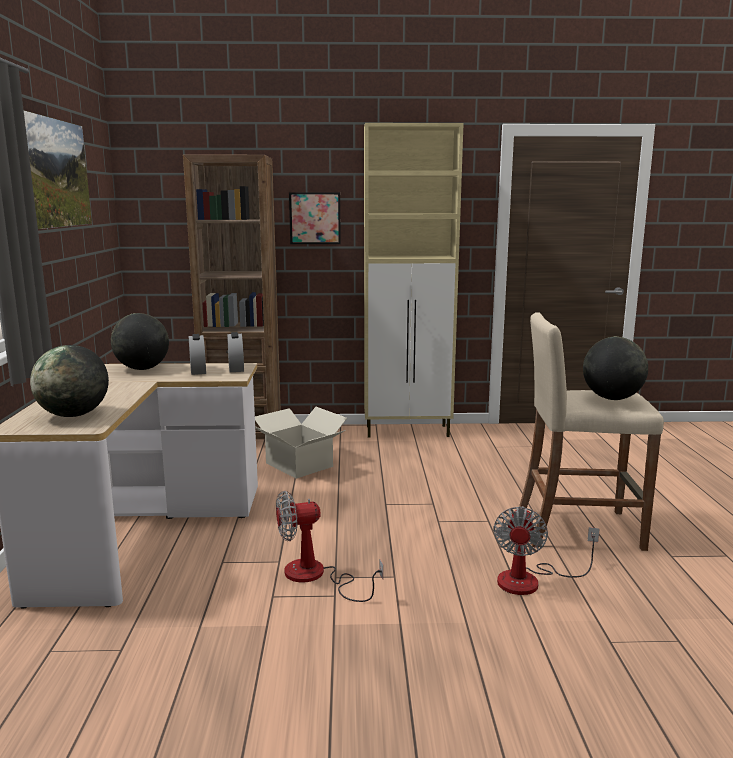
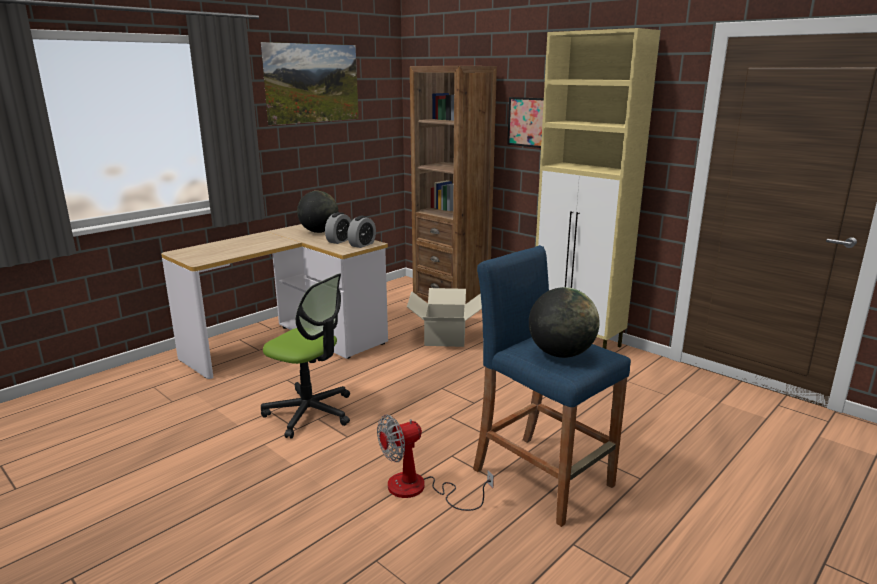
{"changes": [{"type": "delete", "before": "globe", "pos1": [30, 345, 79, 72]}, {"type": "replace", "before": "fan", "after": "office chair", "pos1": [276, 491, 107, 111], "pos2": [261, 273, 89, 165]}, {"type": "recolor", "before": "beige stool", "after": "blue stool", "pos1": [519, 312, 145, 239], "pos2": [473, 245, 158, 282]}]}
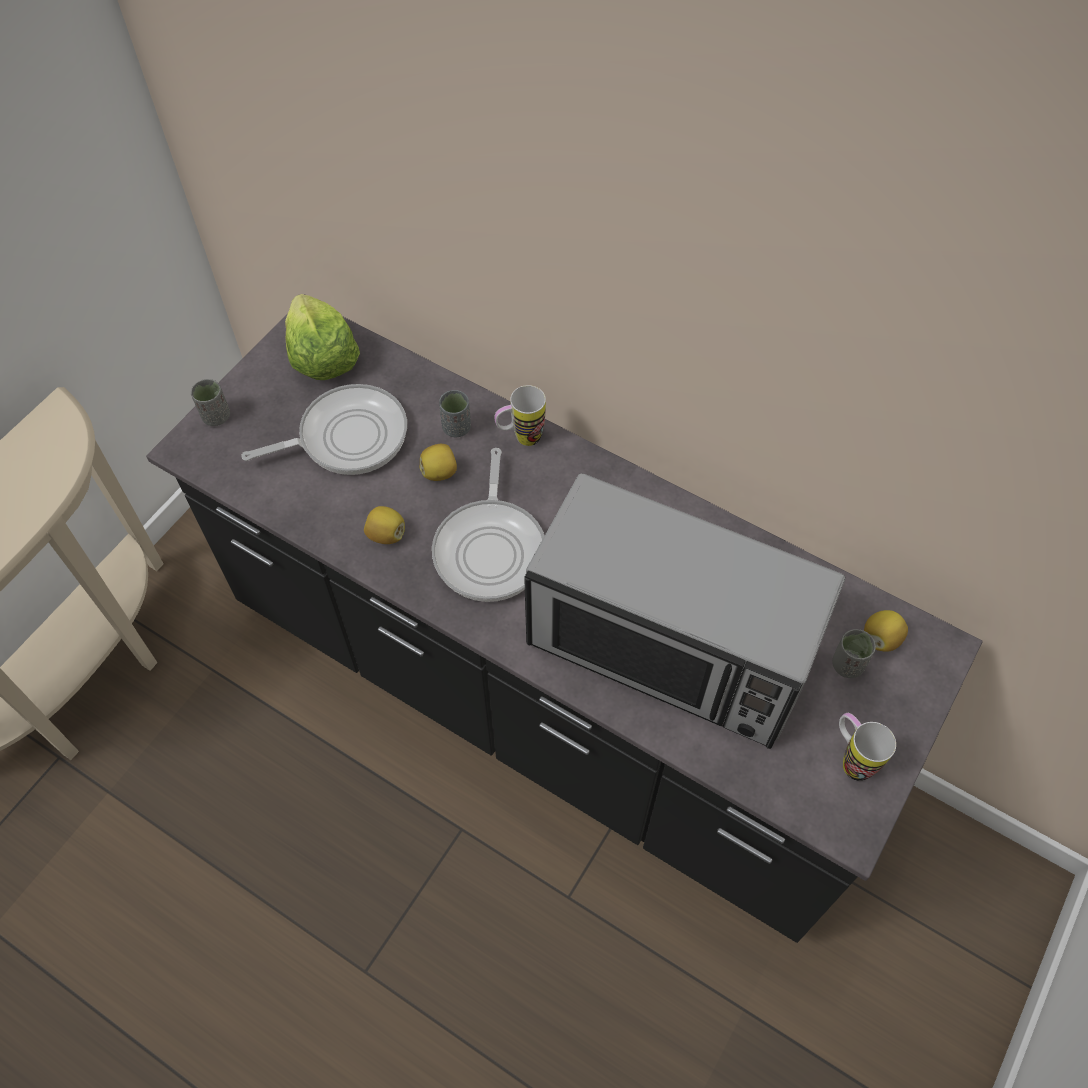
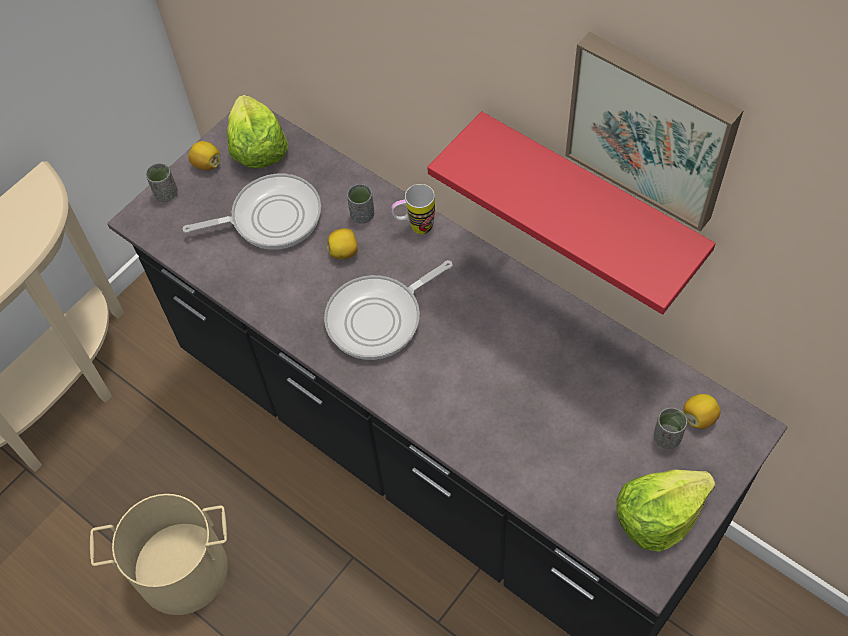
{"changes": [{"type": "delete", "before": "microwave", "pos1": [524, 473, 321, 276]}, {"type": "insert", "after": "beige bucket", "pos2": [90, 494, 138, 121]}, {"type": "insert", "after": "red shelf", "pos2": [427, 111, 289, 204]}, {"type": "insert", "after": "picture", "pos2": [565, 32, 179, 199]}, {"type": "move", "before": "lemon", "pos1": [364, 506, 41, 38], "pos2": [188, 141, 32, 29]}, {"type": "replace", "before": "mug", "after": "lettuce", "pos1": [839, 713, 57, 68], "pos2": [616, 469, 100, 83]}, {"type": "rotate", "before": "frying pan", "pos1": [432, 448, 112, 154], "pos2": [324, 260, 129, 100], "turn": 45}]}
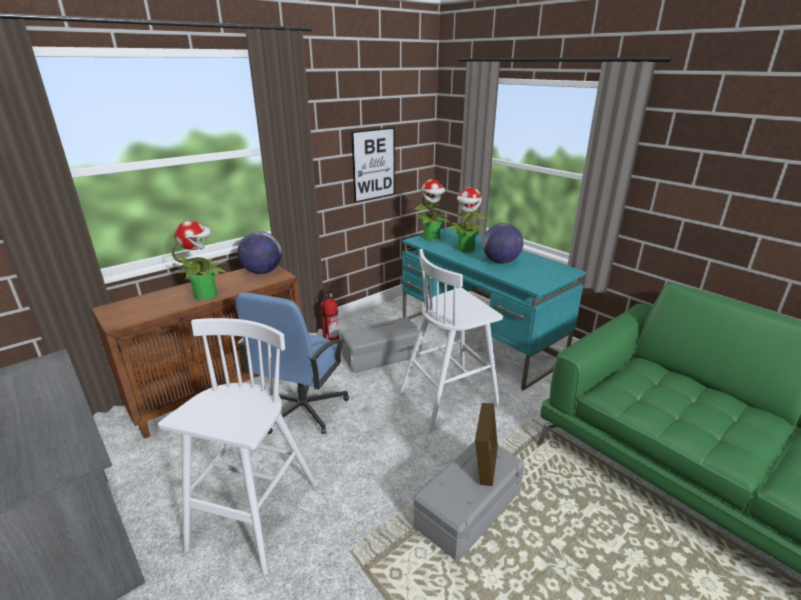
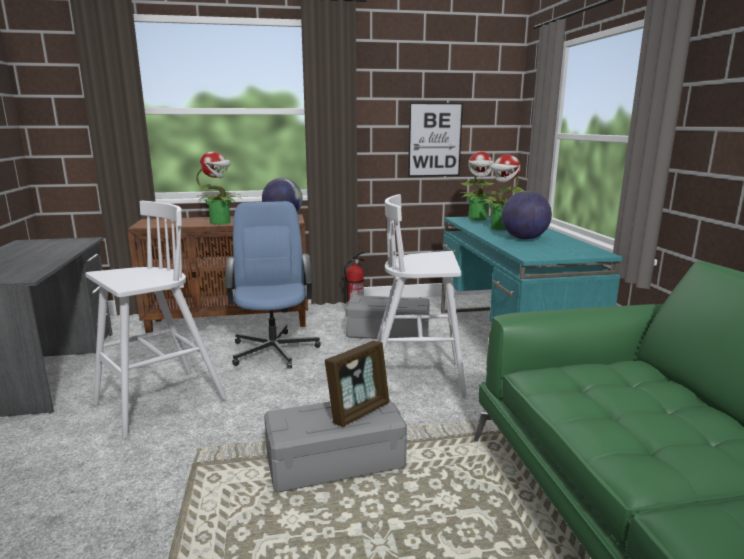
{"changes": [{"type": "rotate", "before": "blue office chair", "pos1": [236, 293, 113, 141], "pos2": [224, 201, 97, 168], "turn": 120}]}
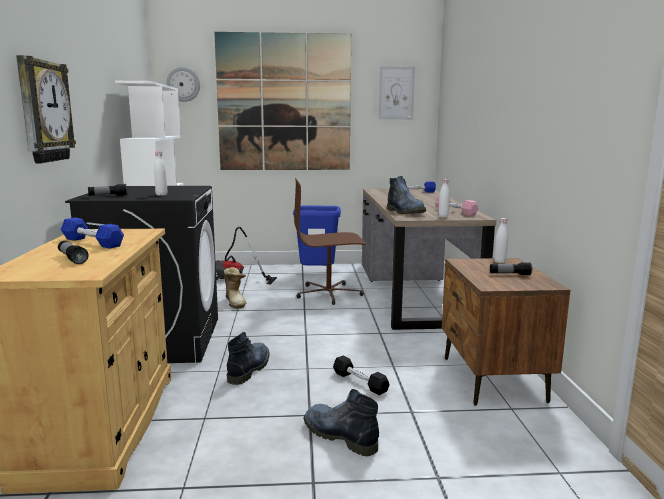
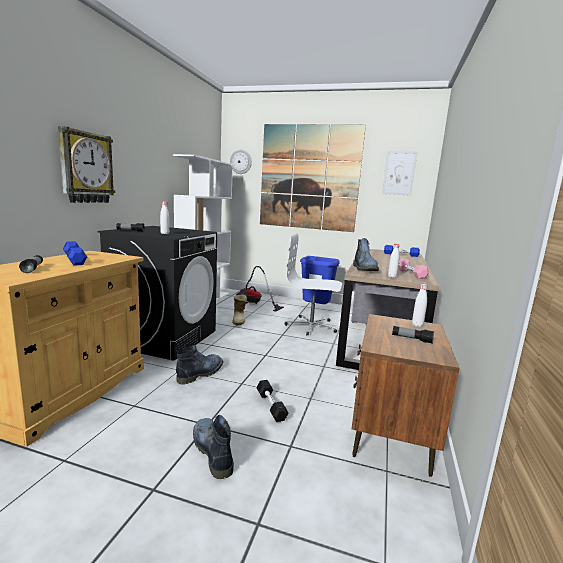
{"changes": [{"type": "recolor", "before": "brown office chair", "after": "white office chair", "pos1": [294, 178, 72, 127], "pos2": [285, 233, 57, 102]}]}
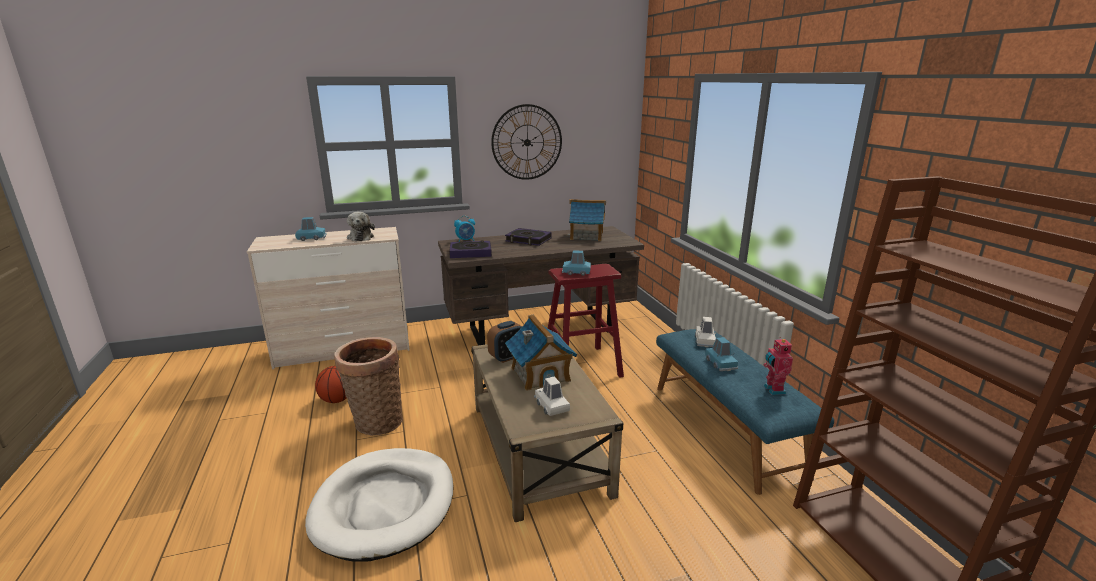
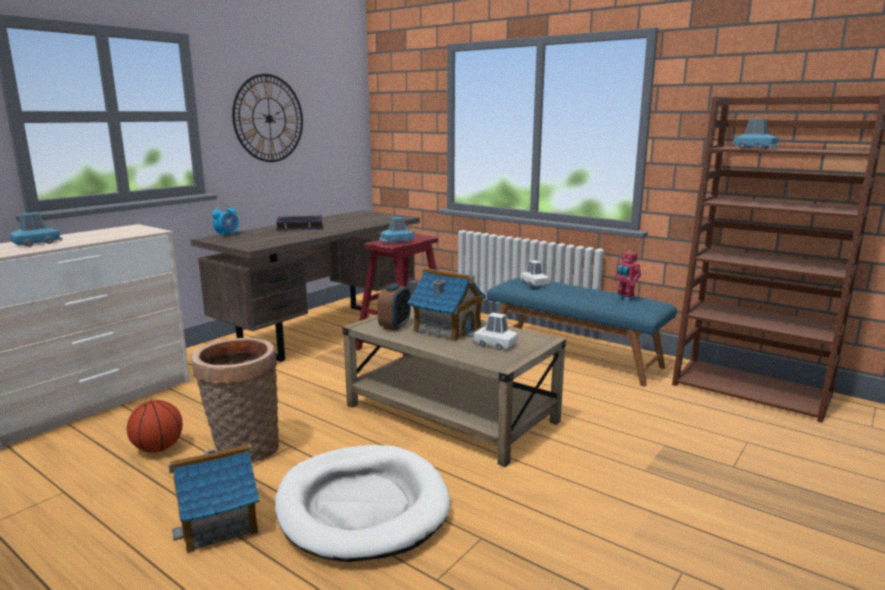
{"changes": [{"type": "delete", "before": "plush toy", "pos1": [347, 212, 28, 30]}, {"type": "delete", "before": "book", "pos1": [449, 240, 43, 18]}, {"type": "move", "before": "toy house", "pos1": [567, 199, 39, 42], "pos2": [168, 444, 91, 109]}, {"type": "move", "before": "blue toy car", "pos1": [705, 337, 33, 34], "pos2": [734, 119, 45, 30]}]}
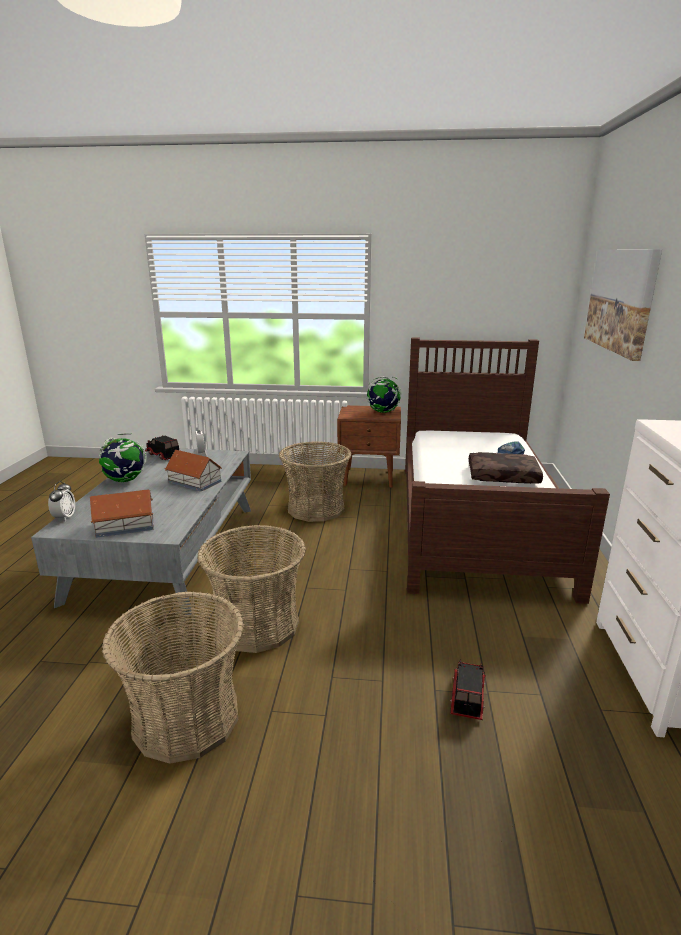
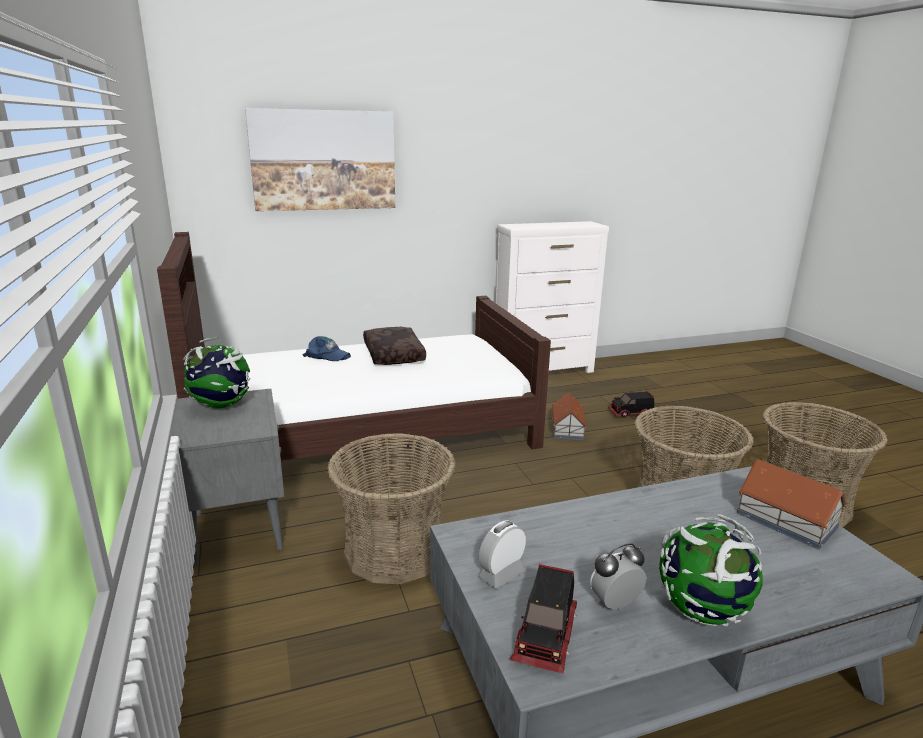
{"changes": [{"type": "move", "before": "alarm clock", "pos1": [48, 481, 27, 40], "pos2": [590, 543, 56, 66]}, {"type": "move", "before": "toy house", "pos1": [165, 450, 57, 42], "pos2": [551, 392, 36, 48]}, {"type": "recolor", "before": "brown nightstand", "after": "grey nightstand", "pos1": [337, 405, 64, 83], "pos2": [171, 389, 113, 177]}]}
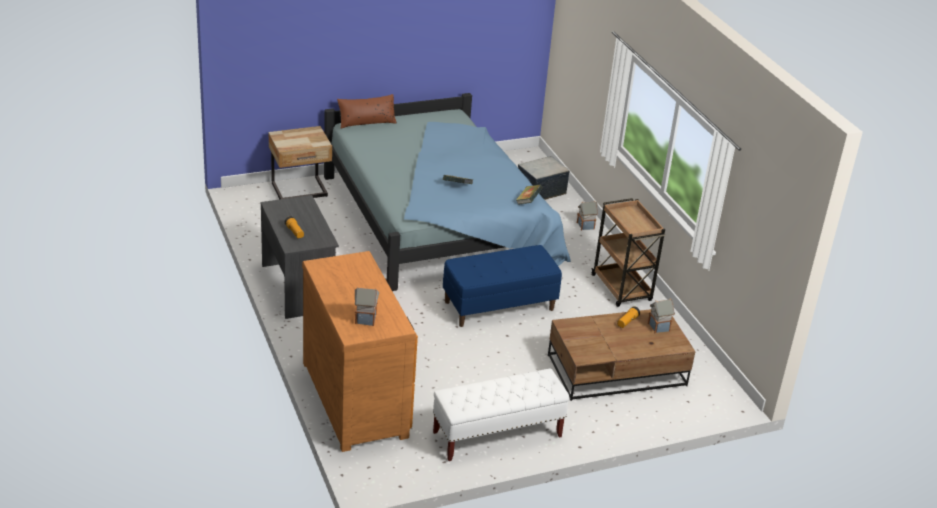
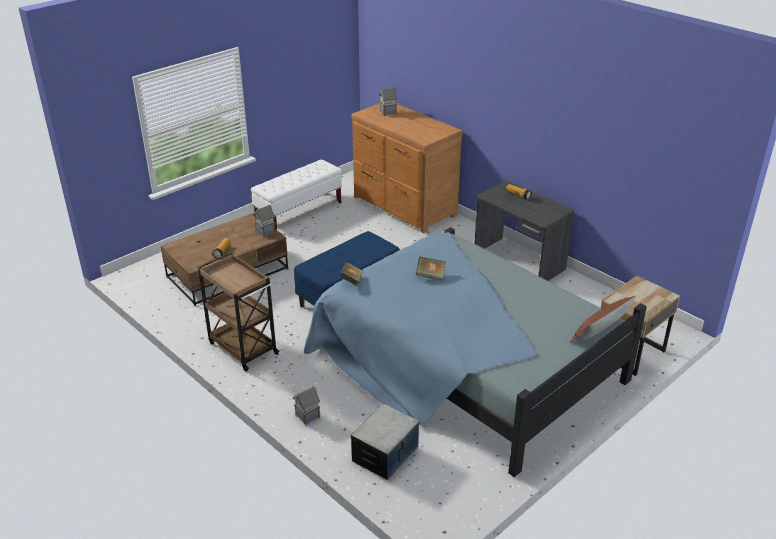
{"changes": [{"type": "move", "before": "toy house", "pos1": [647, 298, 28, 35], "pos2": [253, 205, 23, 32]}]}
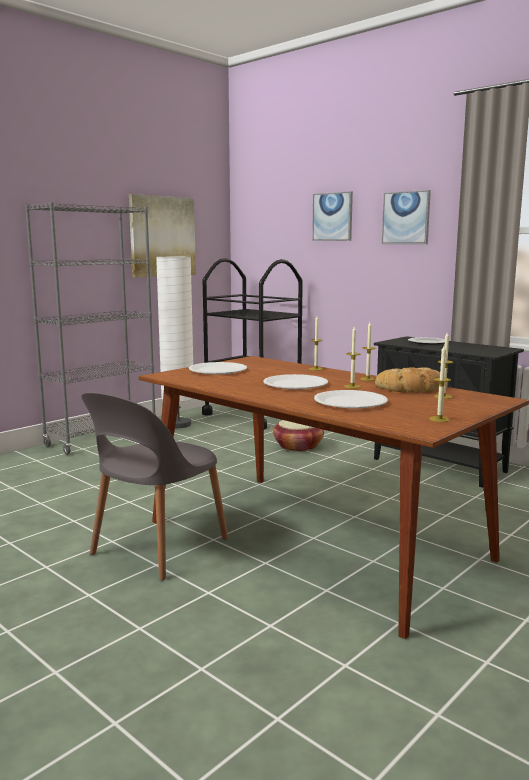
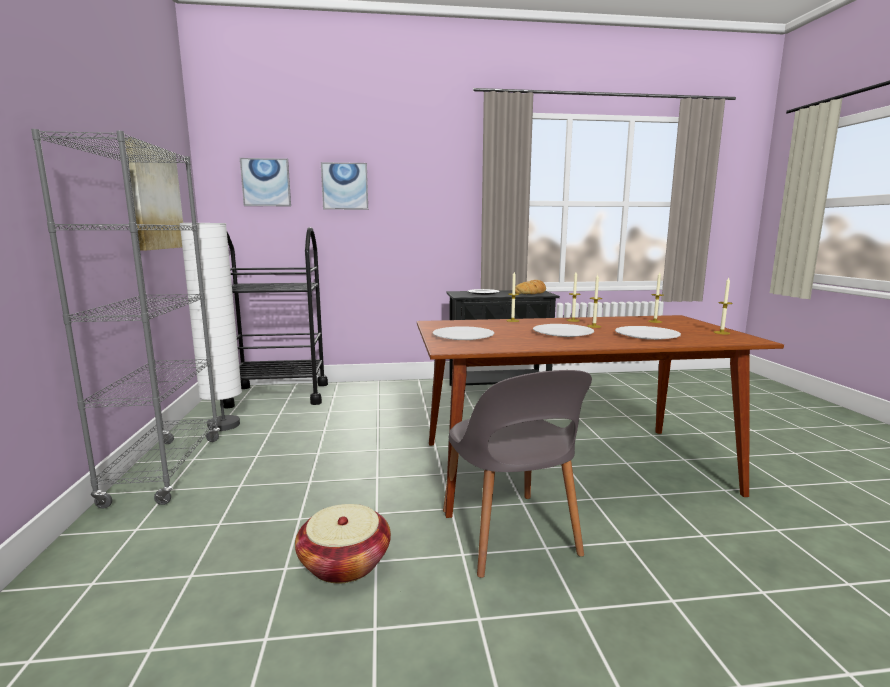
{"changes": [{"type": "move", "before": "basket", "pos1": [273, 420, 51, 32], "pos2": [295, 504, 96, 79]}, {"type": "move", "before": "bread", "pos1": [375, 367, 73, 26], "pos2": [515, 280, 31, 14]}, {"type": "move", "before": "picture", "pos1": [382, 190, 49, 54], "pos2": [240, 158, 51, 48]}]}
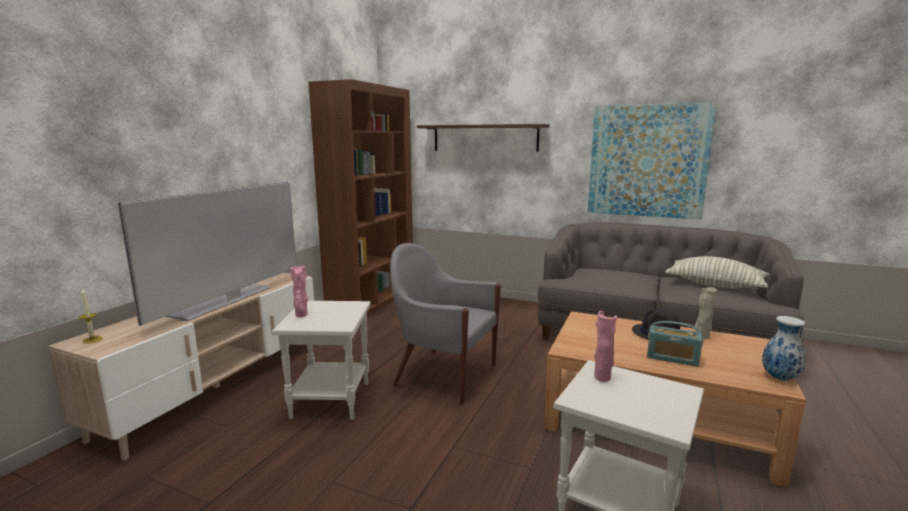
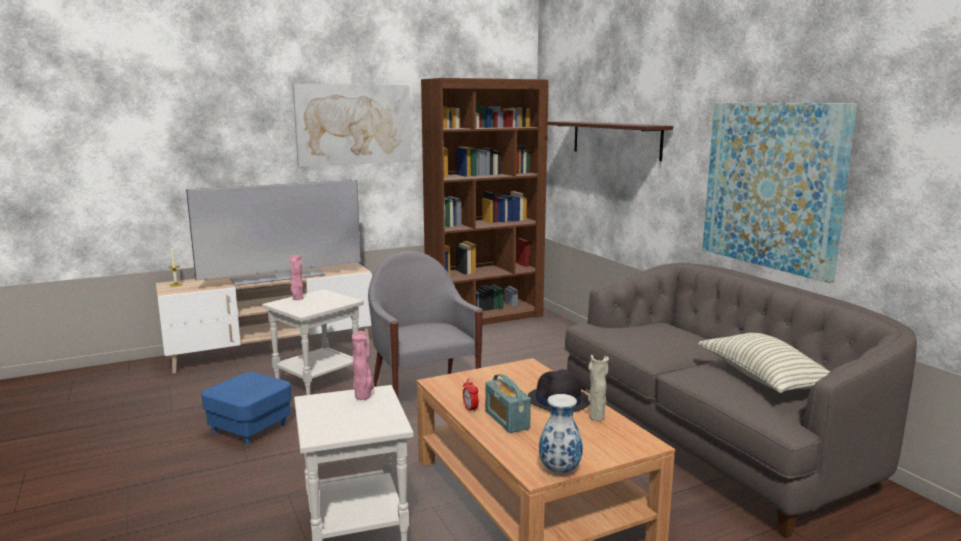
{"changes": [{"type": "insert", "after": "blue ottoman", "pos2": [201, 372, 91, 73]}, {"type": "insert", "after": "picture", "pos2": [293, 84, 118, 83]}, {"type": "insert", "after": "alarm clock", "pos2": [463, 378, 16, 35]}]}
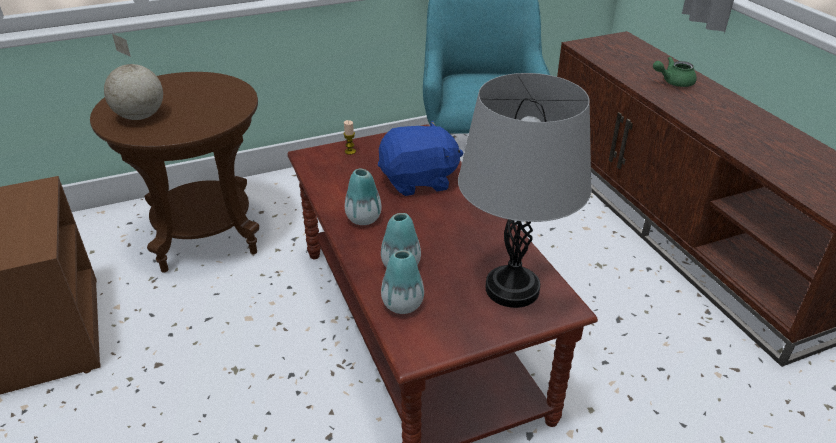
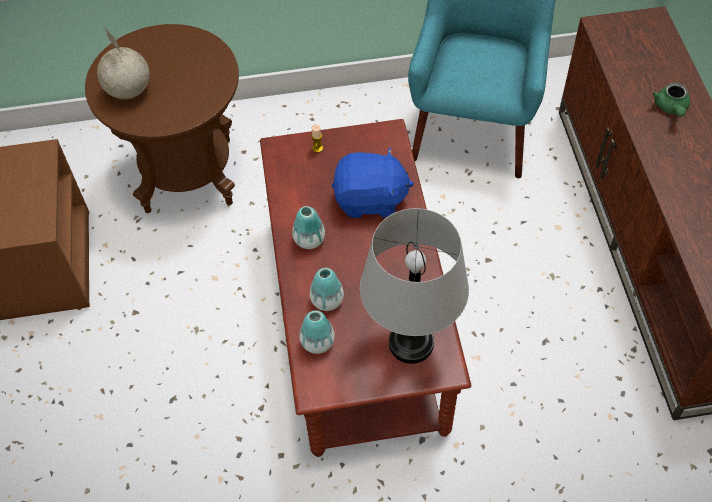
{"changes": [{"type": "rotate", "before": "green teapot", "pos1": [653, 57, 44, 30], "pos2": [652, 83, 38, 34], "turn": -90}]}
